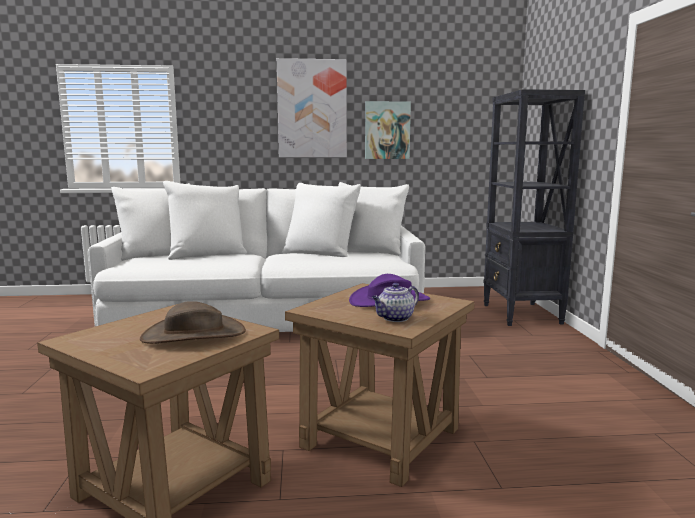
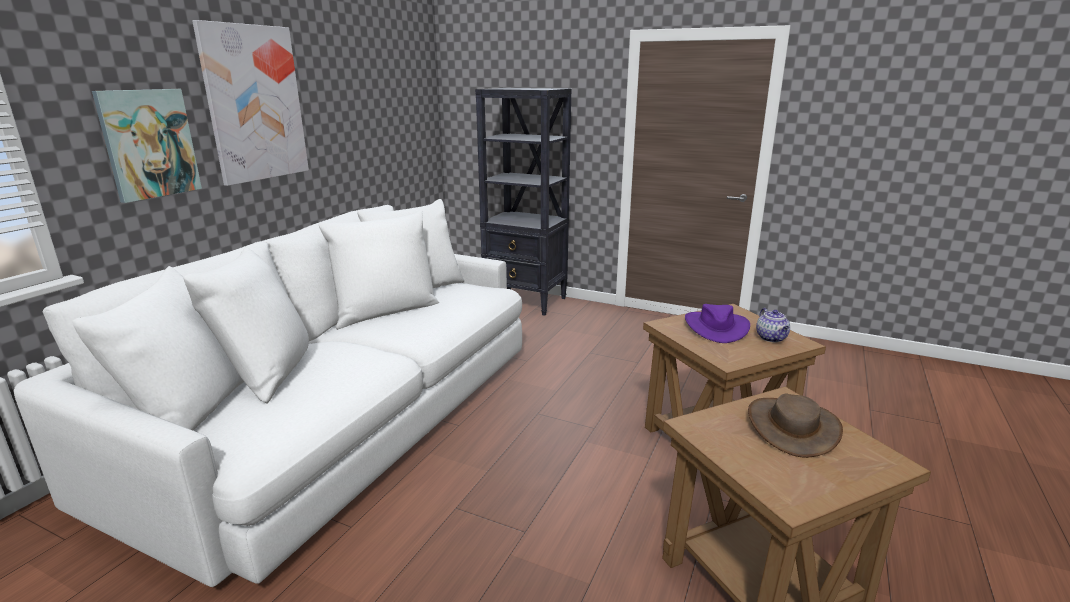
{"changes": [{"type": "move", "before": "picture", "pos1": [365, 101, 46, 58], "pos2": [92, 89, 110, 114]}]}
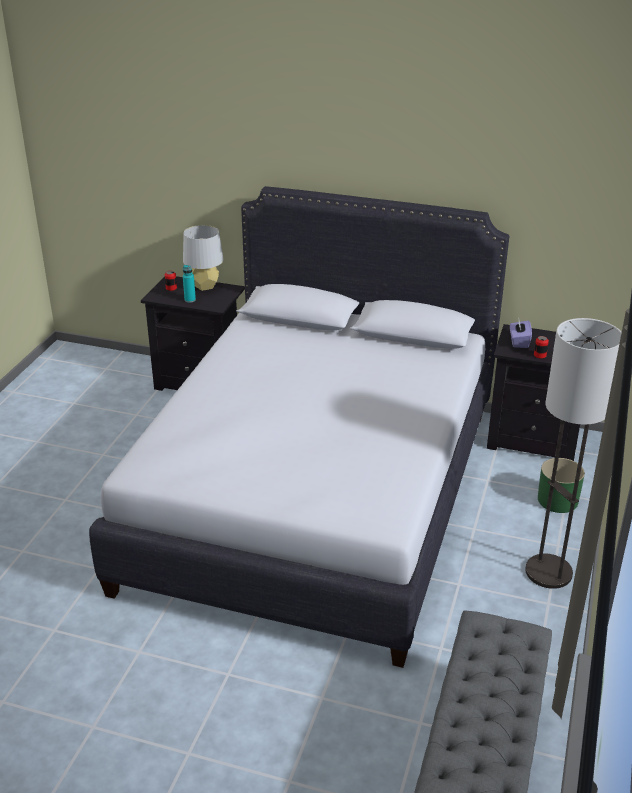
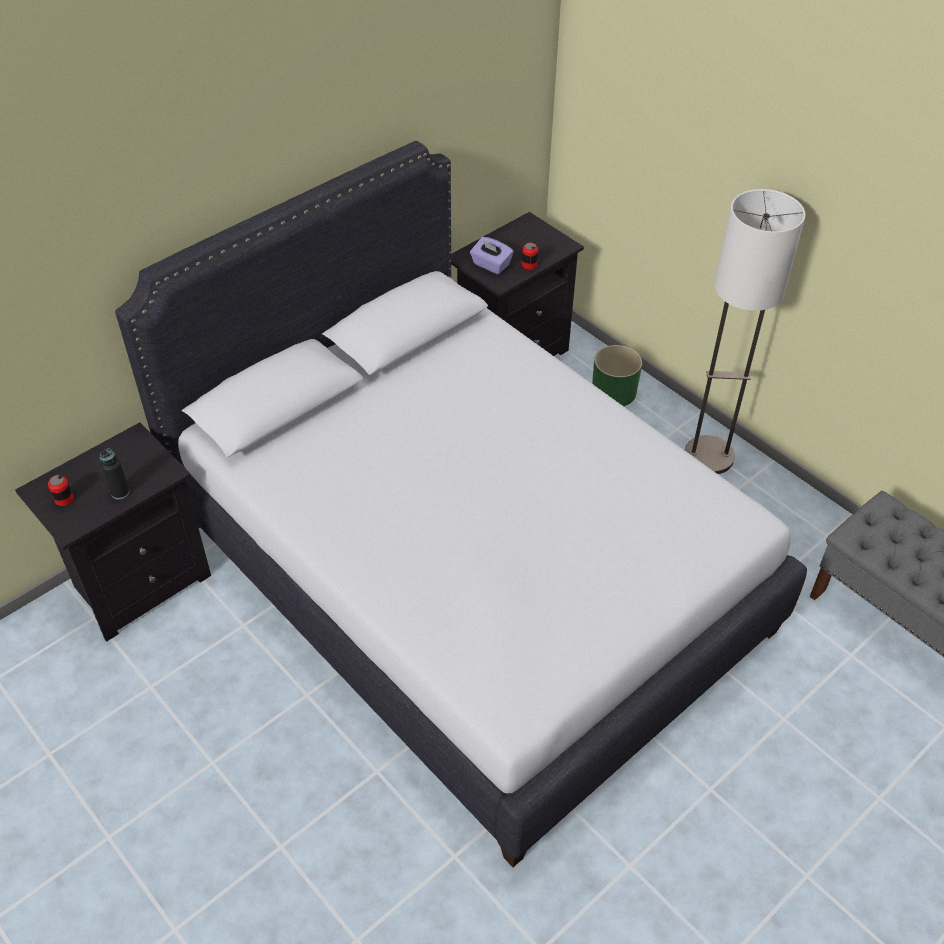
{"changes": [{"type": "delete", "before": "grey table lamp", "pos1": [183, 225, 40, 66]}, {"type": "recolor", "before": "turquoise bottle", "after": "black bottle", "pos1": [183, 265, 13, 38], "pos2": [99, 448, 31, 51]}]}
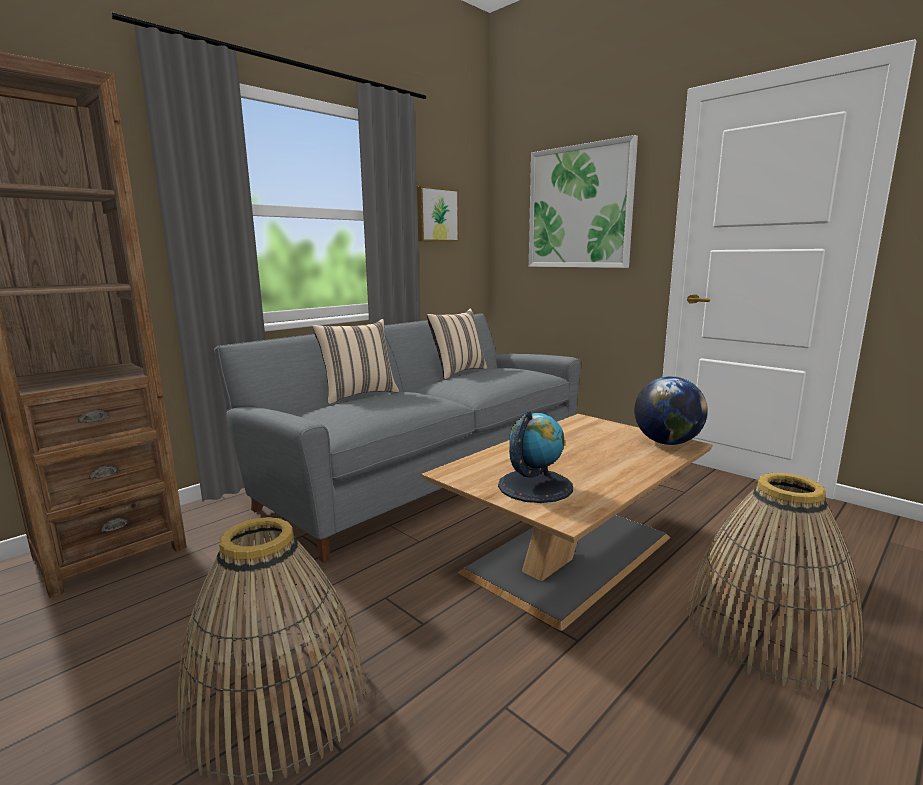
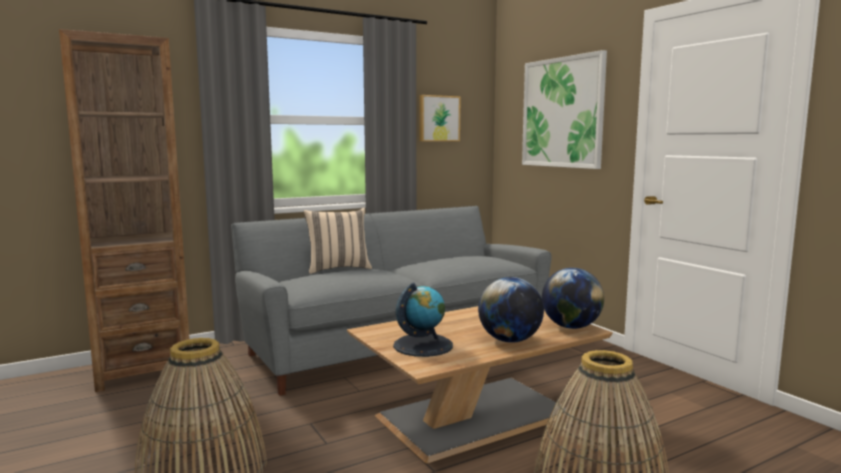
{"changes": [{"type": "delete", "before": "beige pillow", "pos1": [427, 309, 60, 70]}, {"type": "insert", "after": "globe", "pos2": [478, 277, 66, 66]}]}
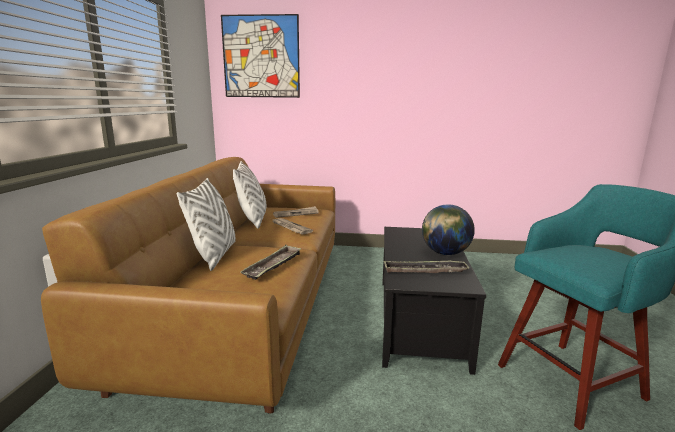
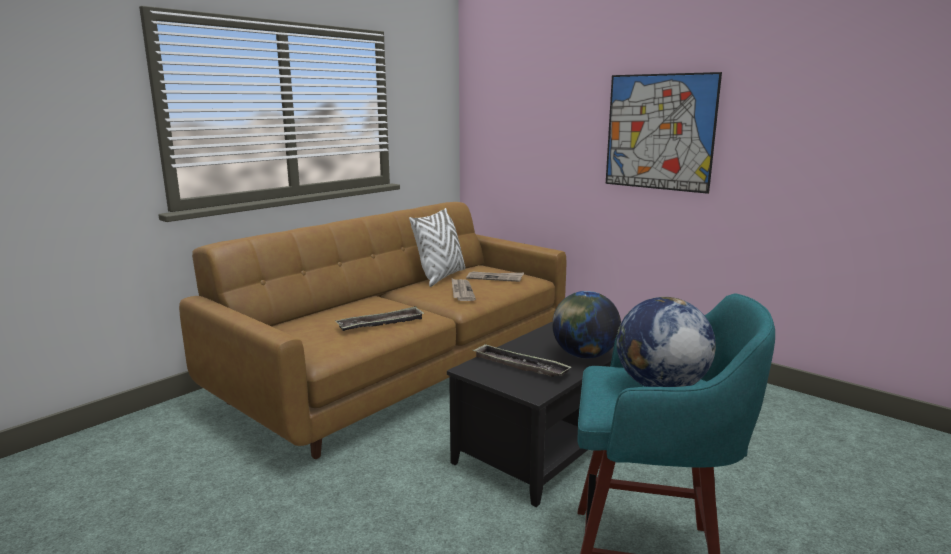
{"changes": [{"type": "delete", "before": "white pillow", "pos1": [177, 178, 59, 93]}, {"type": "insert", "after": "globe", "pos2": [616, 297, 100, 90]}, {"type": "move", "before": "picture", "pos1": [221, 14, 79, 84], "pos2": [606, 72, 116, 122]}]}
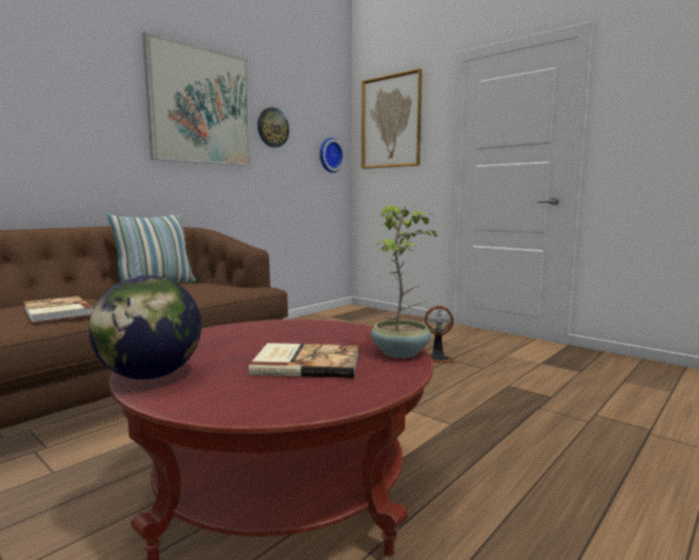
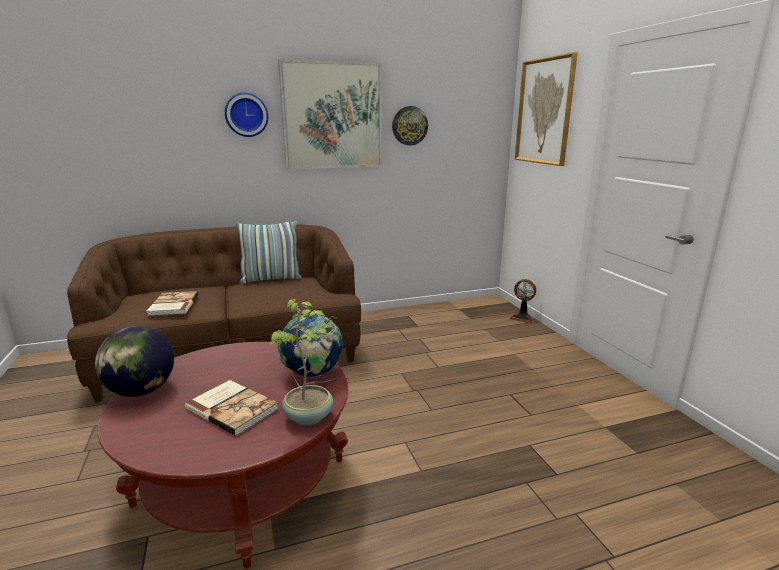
{"changes": [{"type": "insert", "after": "globe", "pos2": [277, 314, 66, 64]}, {"type": "move", "before": "wall clock", "pos1": [320, 138, 25, 35], "pos2": [225, 93, 43, 44]}, {"type": "move", "before": "fan", "pos1": [425, 306, 30, 57], "pos2": [509, 279, 27, 44]}]}
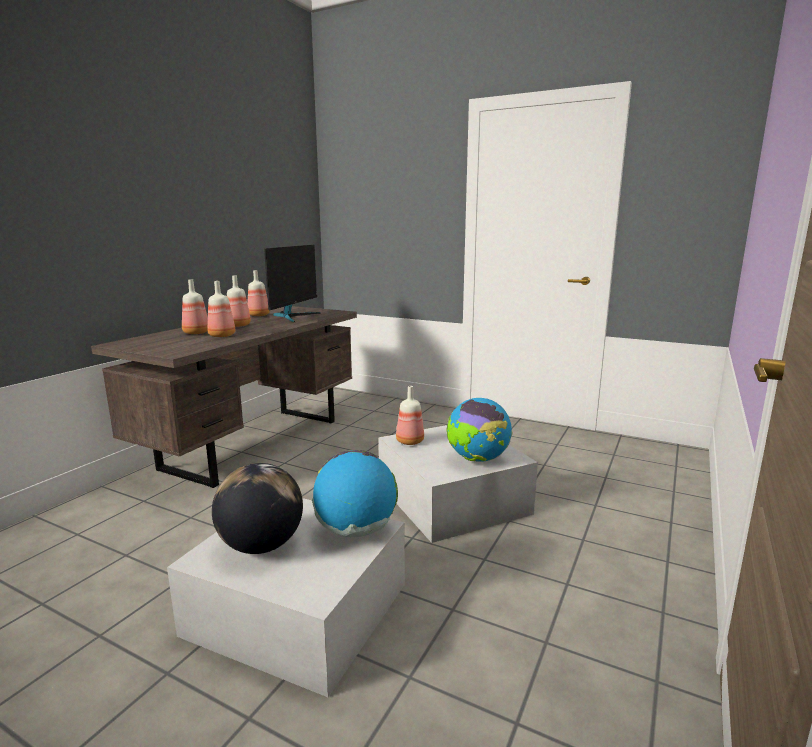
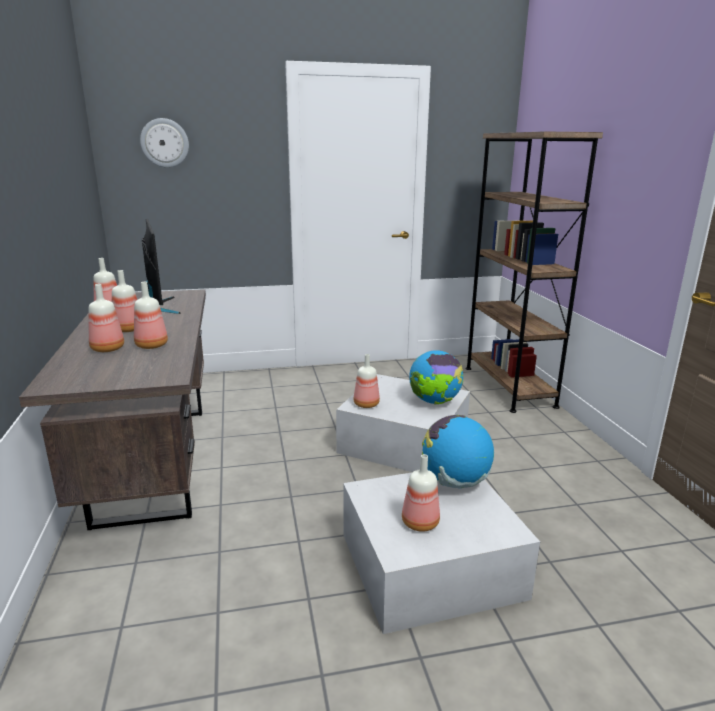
{"changes": [{"type": "insert", "after": "wall clock", "pos2": [140, 118, 49, 50]}, {"type": "insert", "after": "brown bookcase", "pos2": [466, 131, 137, 282]}, {"type": "replace", "before": "globe", "after": "bottle", "pos1": [212, 463, 91, 91], "pos2": [402, 454, 38, 78]}]}
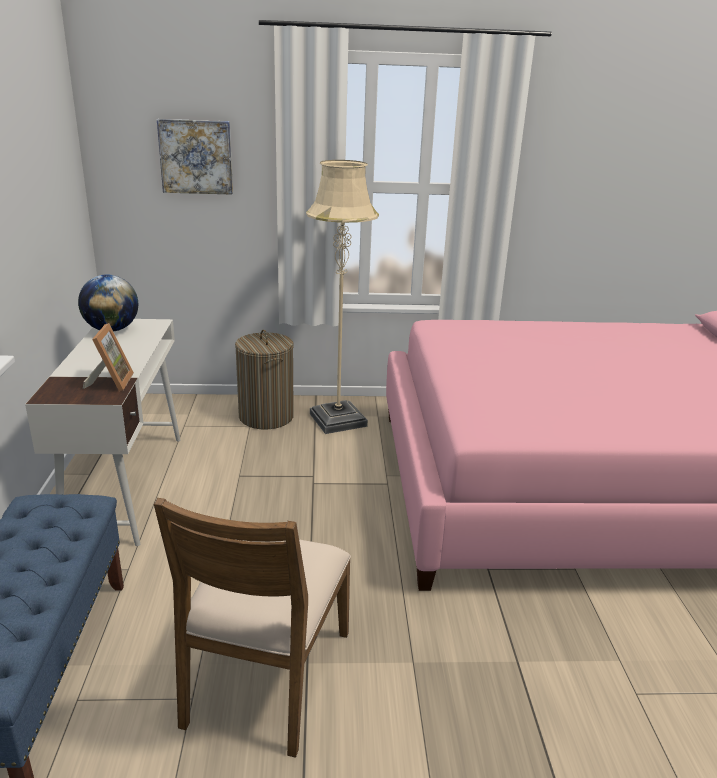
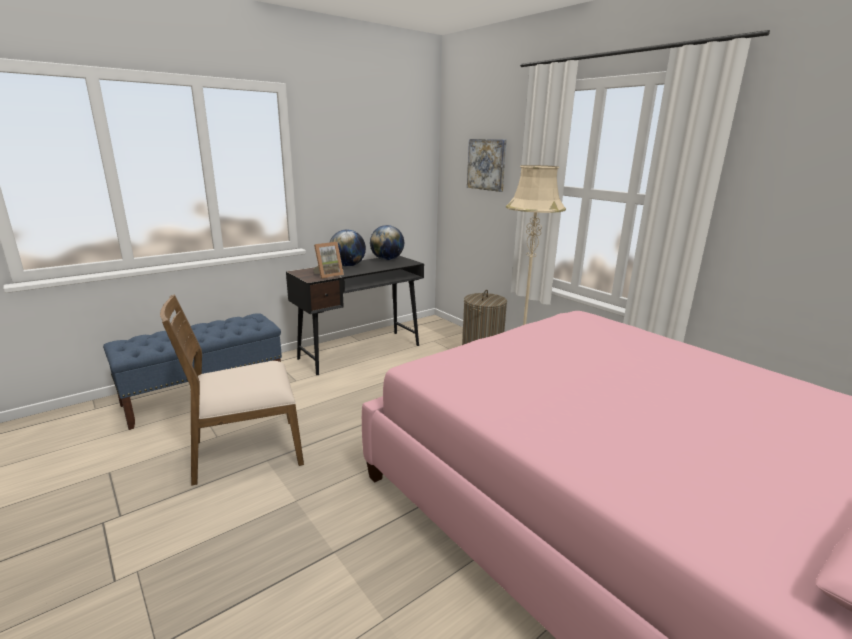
{"changes": [{"type": "insert", "after": "globe", "pos2": [329, 230, 37, 37]}, {"type": "recolor", "before": "white desk", "after": "black desk", "pos1": [25, 319, 155, 227], "pos2": [286, 256, 138, 119]}]}
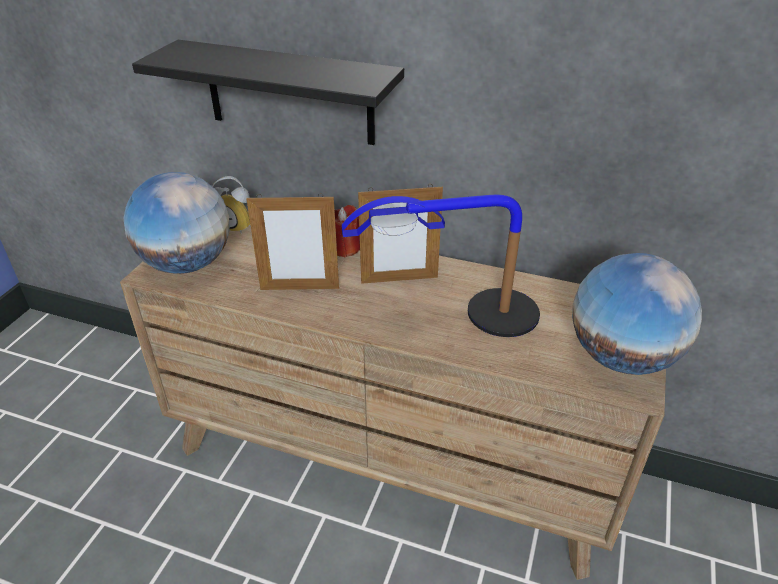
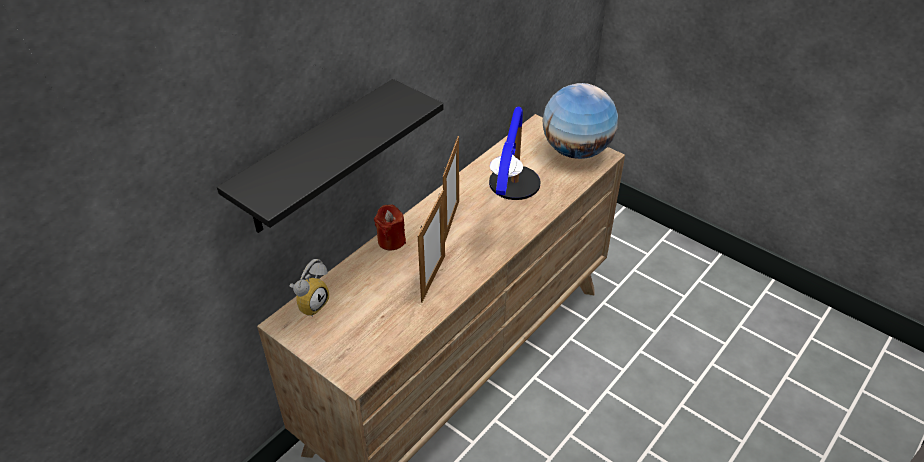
{"changes": [{"type": "delete", "before": "globe", "pos1": [123, 172, 107, 102]}]}
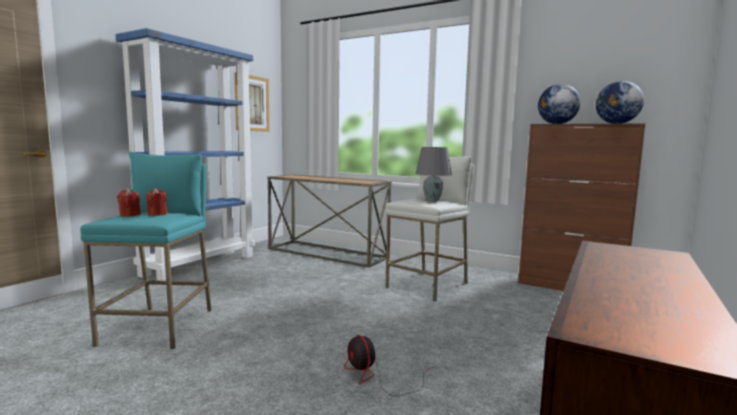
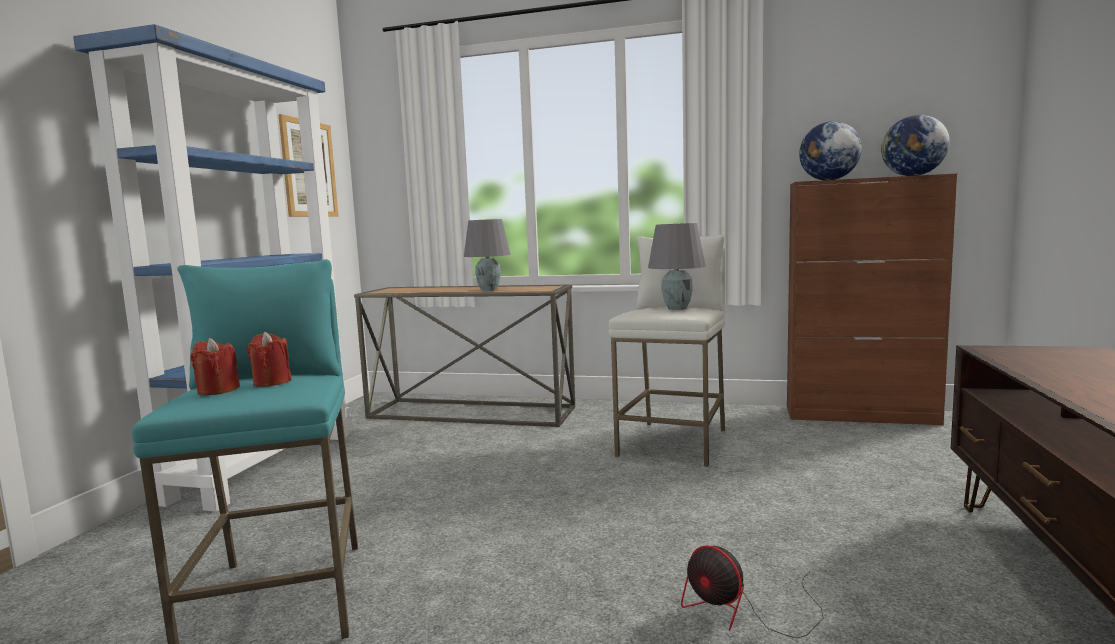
{"changes": [{"type": "insert", "after": "grey table lamp", "pos2": [464, 219, 47, 72]}]}
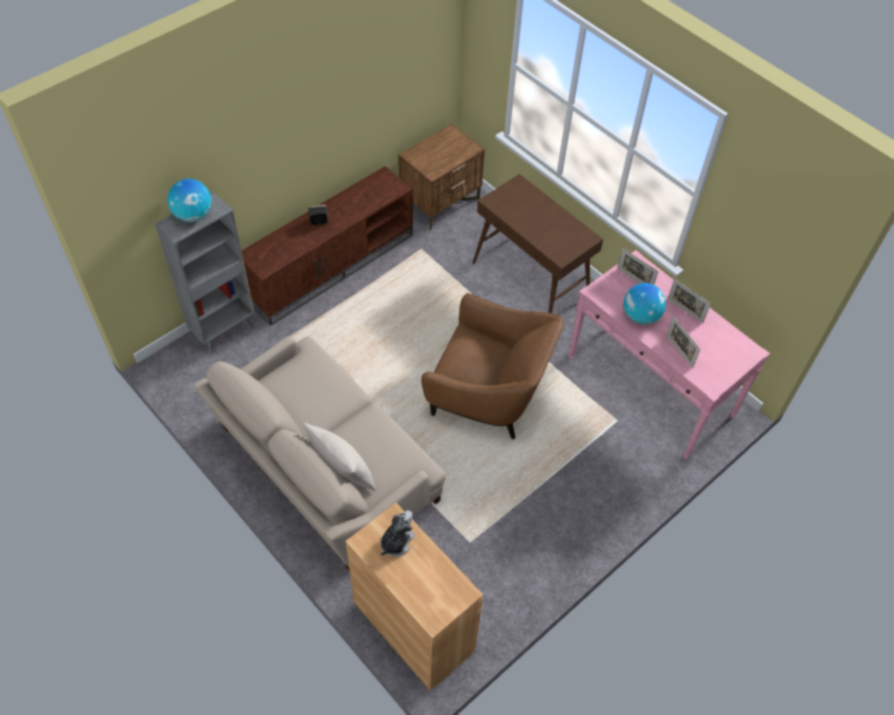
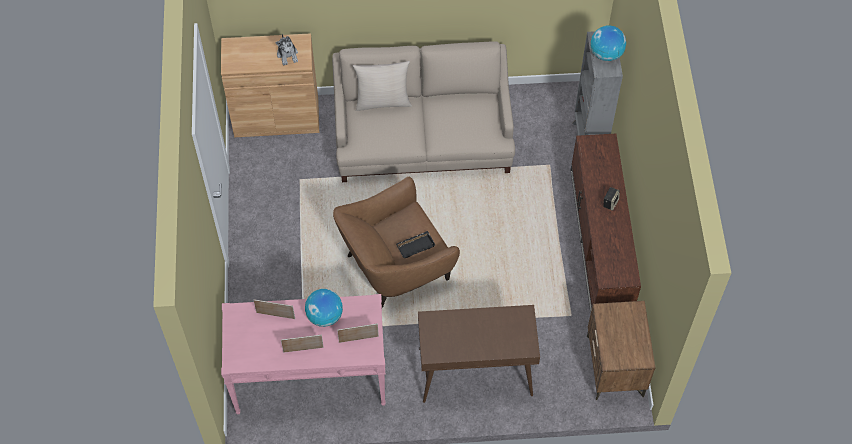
{"changes": [{"type": "insert", "after": "black tray", "pos2": [396, 231, 39, 27]}]}
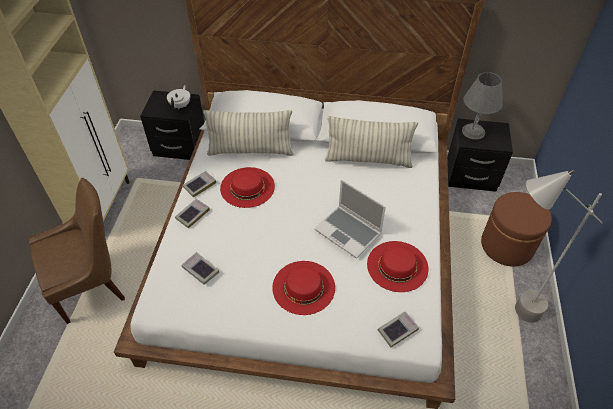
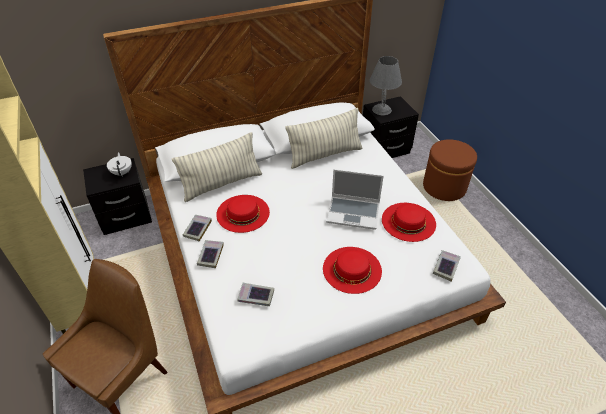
{"changes": [{"type": "delete", "before": "grey floor lamp", "pos1": [515, 170, 88, 153]}]}
